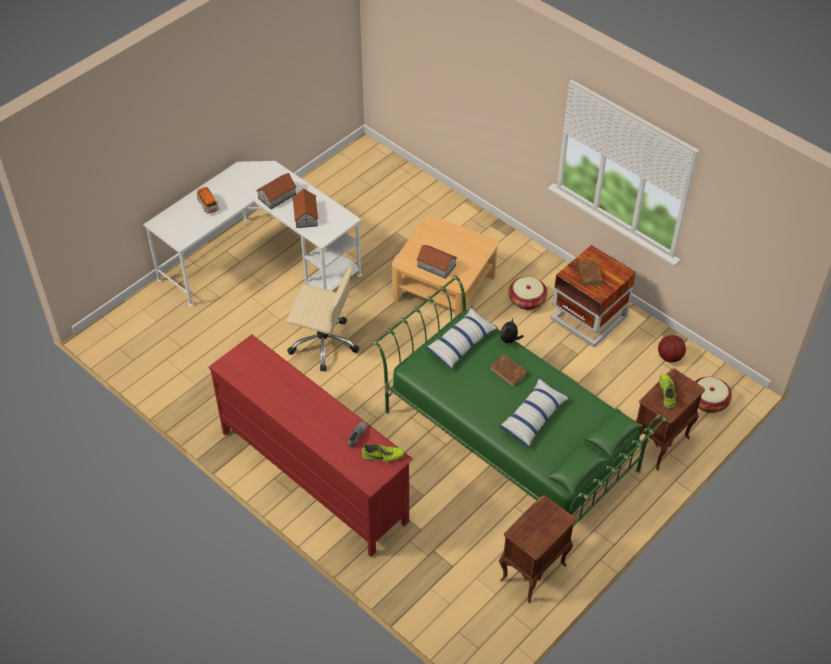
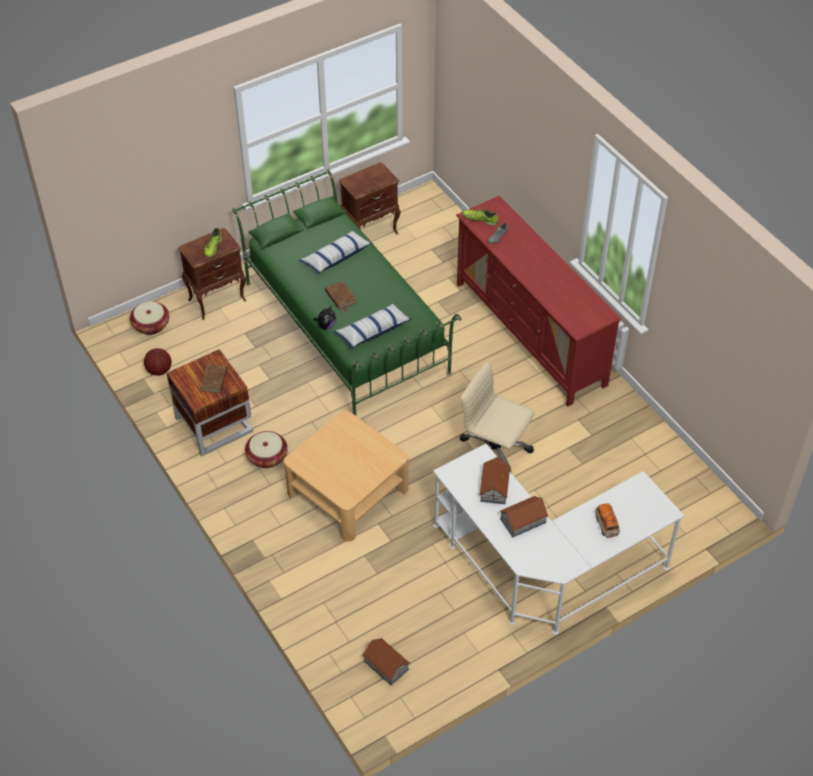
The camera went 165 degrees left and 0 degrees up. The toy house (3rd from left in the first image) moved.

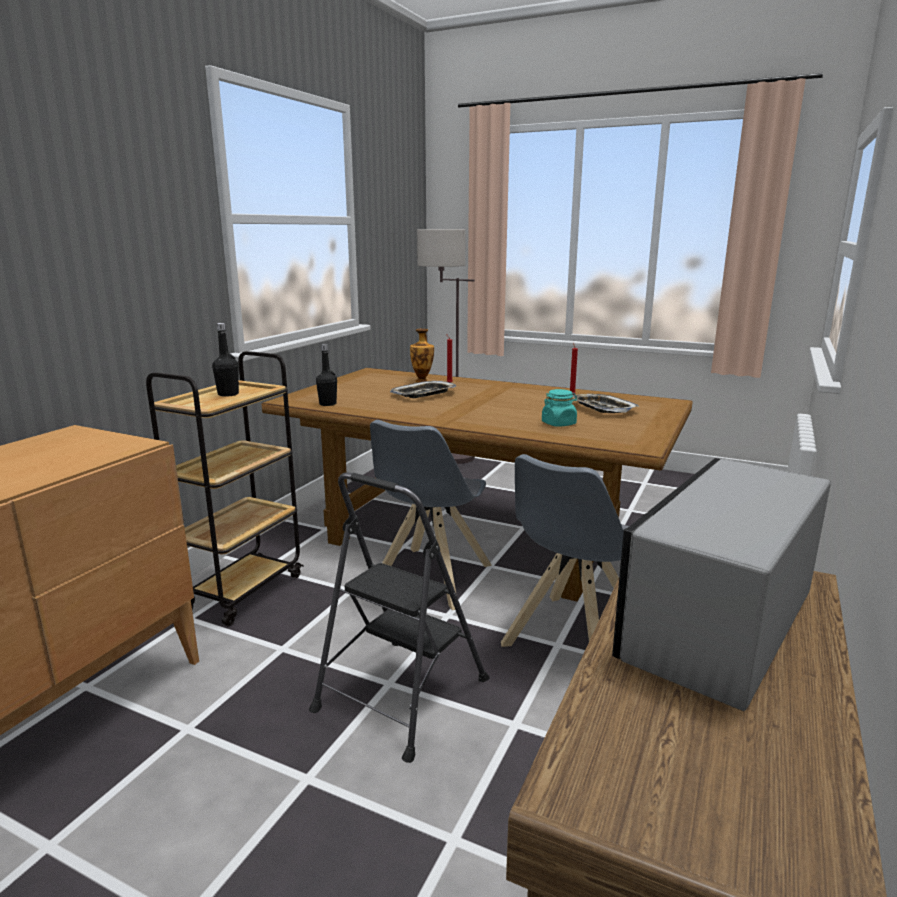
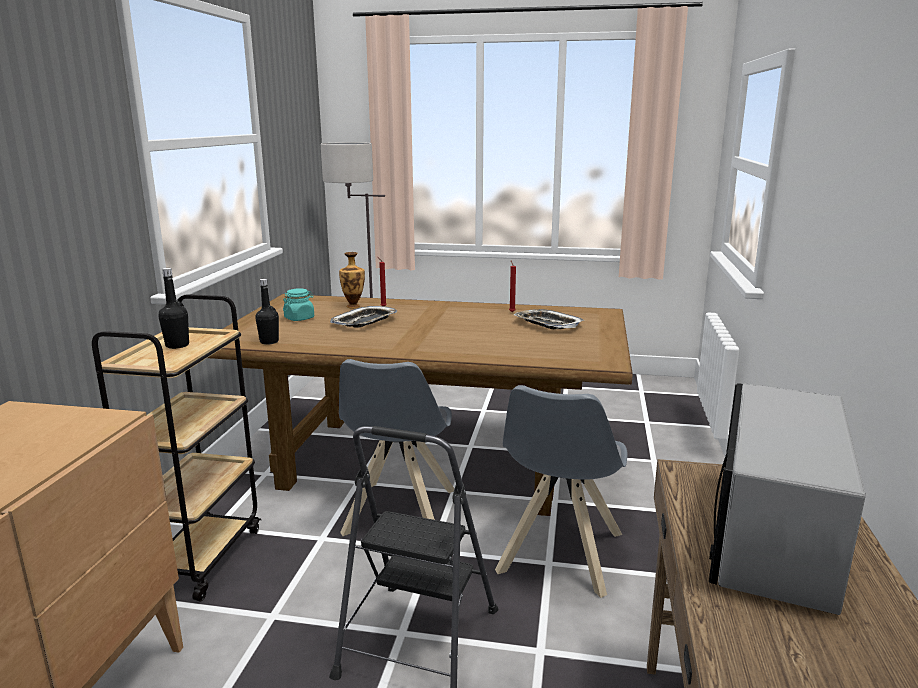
The camera went 15 degrees left and 0 degrees up. The turquoise jar moved.

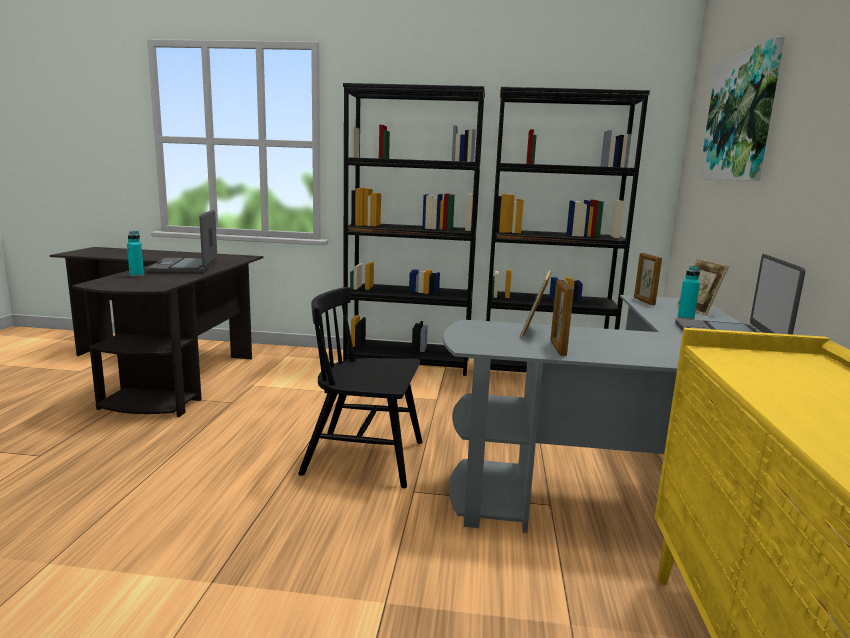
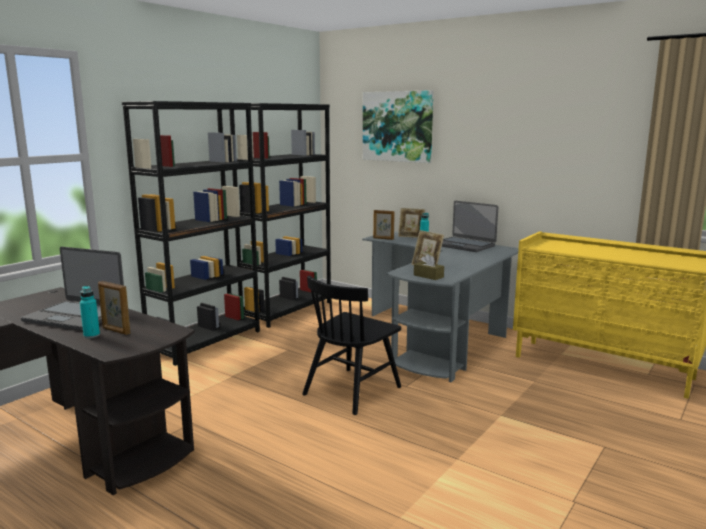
The camera went 60 degrees left and 0 degrees up. The picture frame (2nd from left in the first image) moved. The brown tissue box appeared.

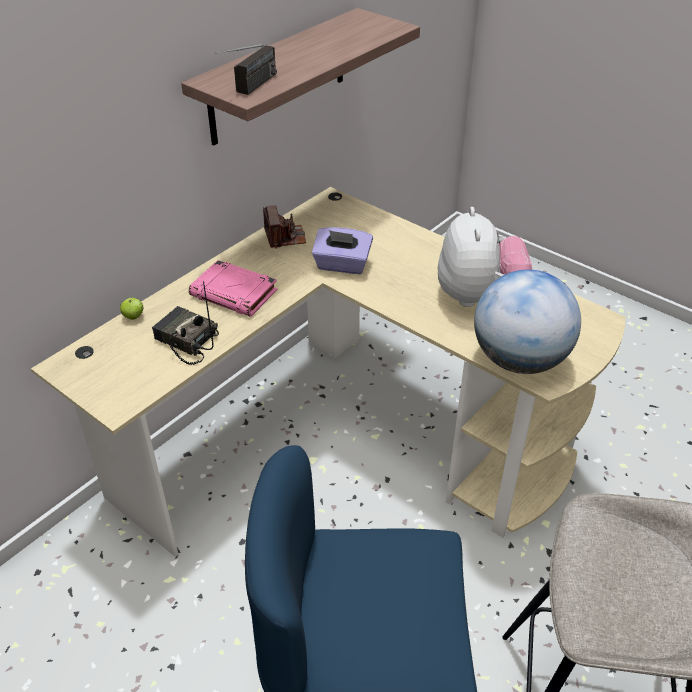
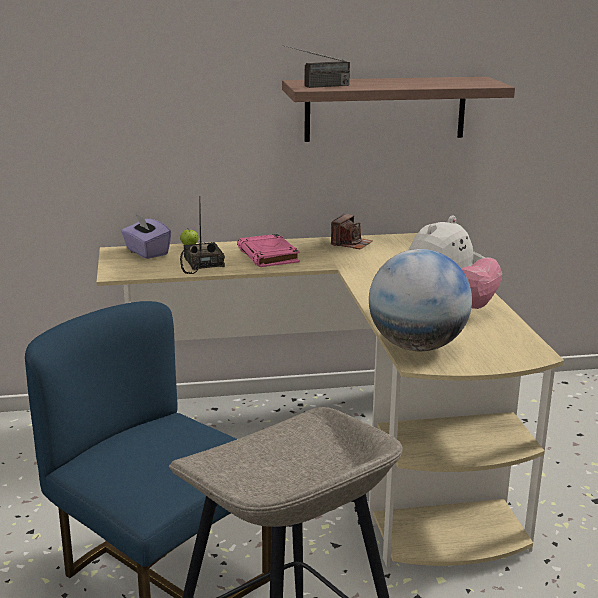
The camera went 40 degrees right and 20 degrees down. The purple tissue box moved.

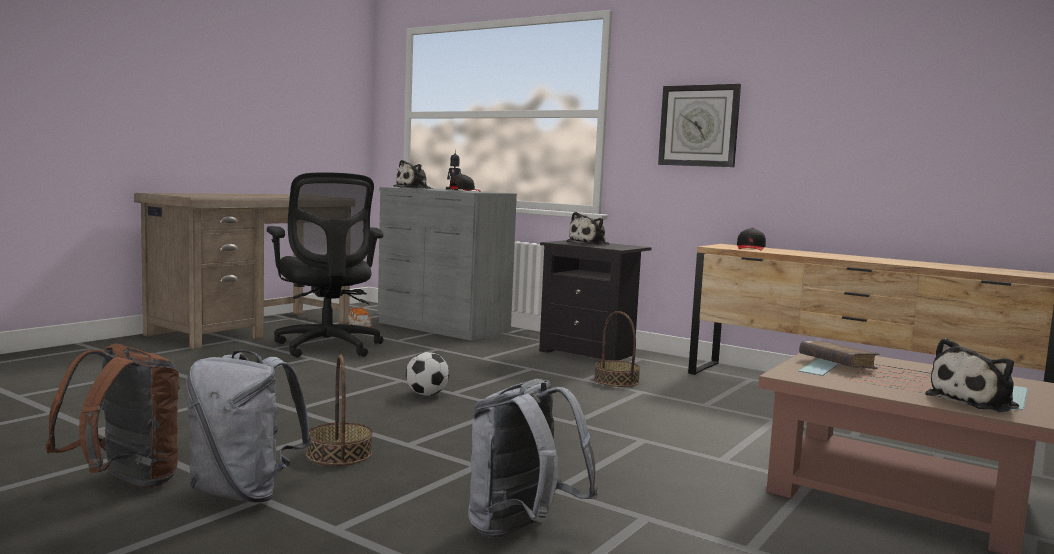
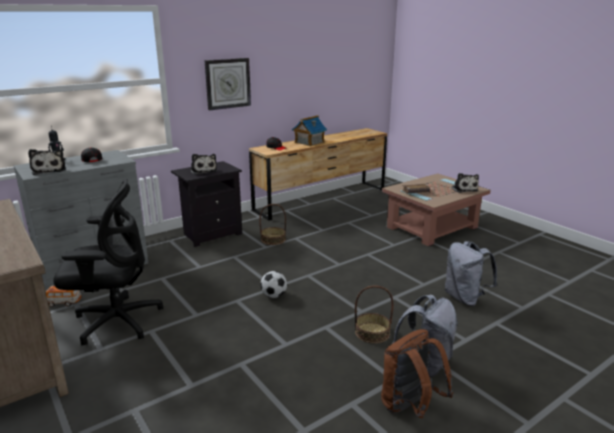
The camera went 70 degrees left and 15 degrees up. The toy house appeared.

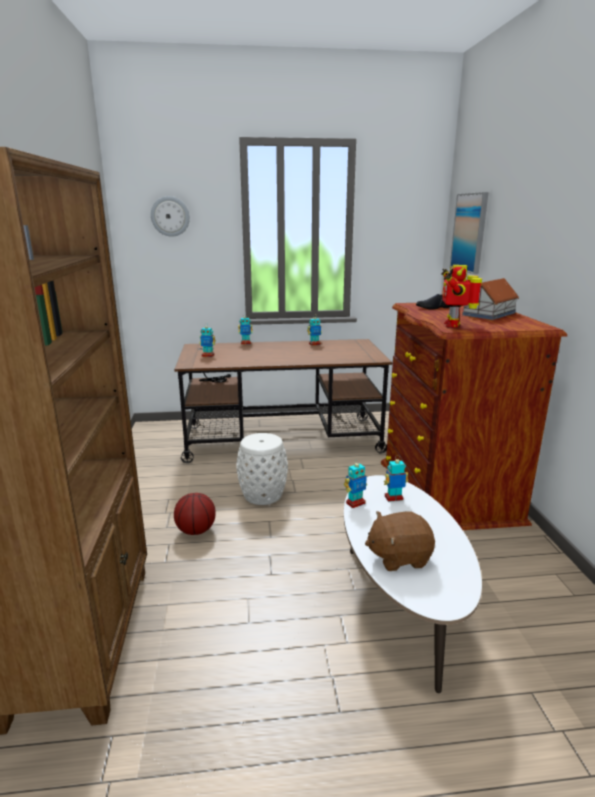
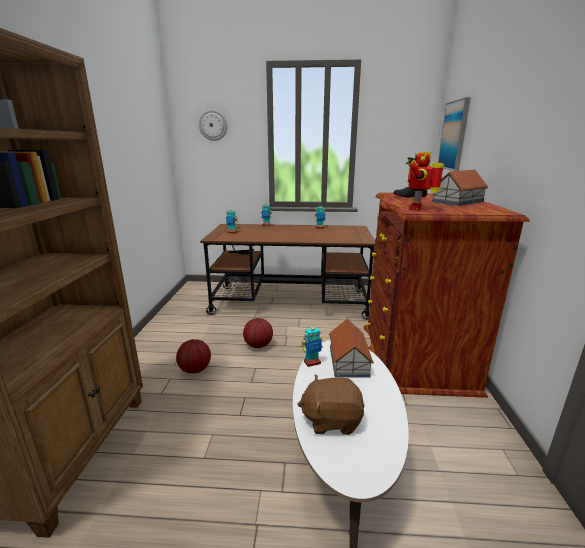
The camera went 10 degrees right and 0 degrees up. The white stool was replaced by the basketball (2nd from left). The toy robot (5th from left) was replaced by the toy house (1st from left).

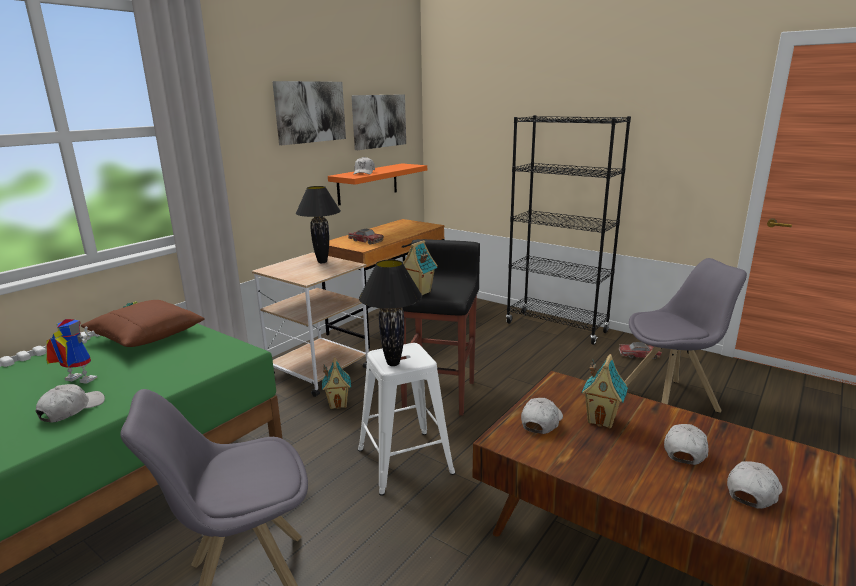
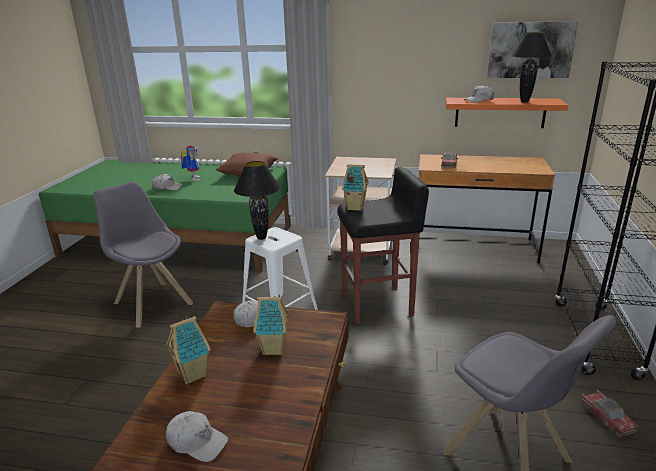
The camera went 65 degrees right and 5 degrees up. The toy house (1st from left) moved. The black table lamp (1st from left in the first image) moved. The picture (1st from left) disappeared. The white cap (4th from left) disappeared.

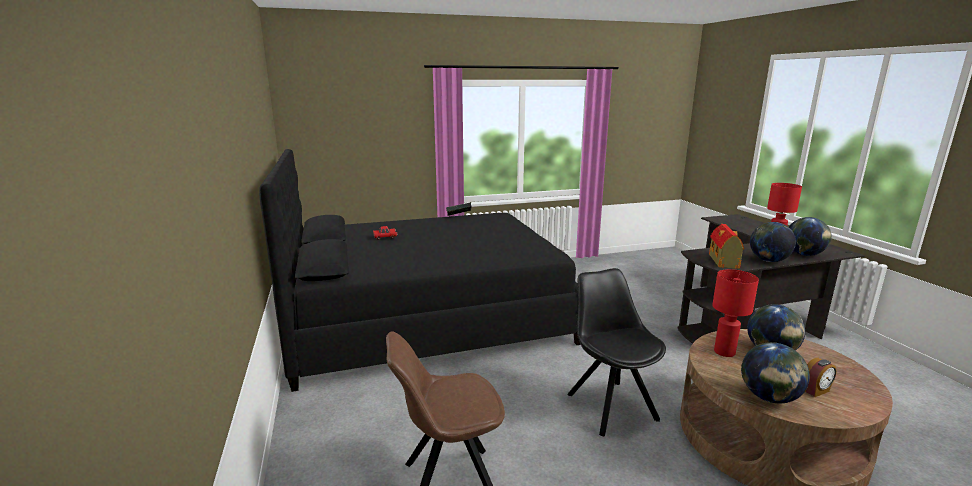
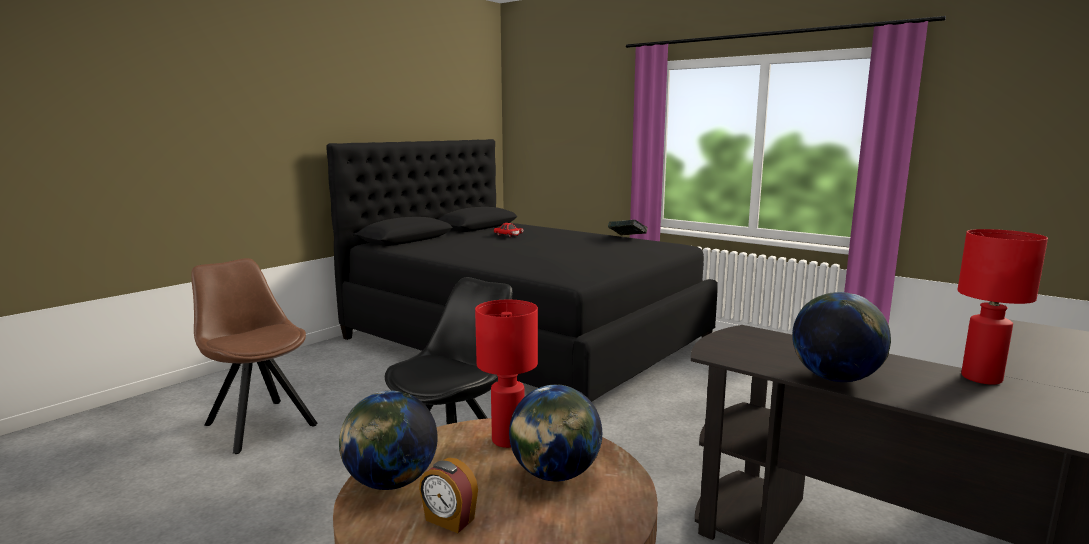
The camera went 55 degrees right and 5 degrees down. The toy house disappeared. The globe (4th from left) disappeared.

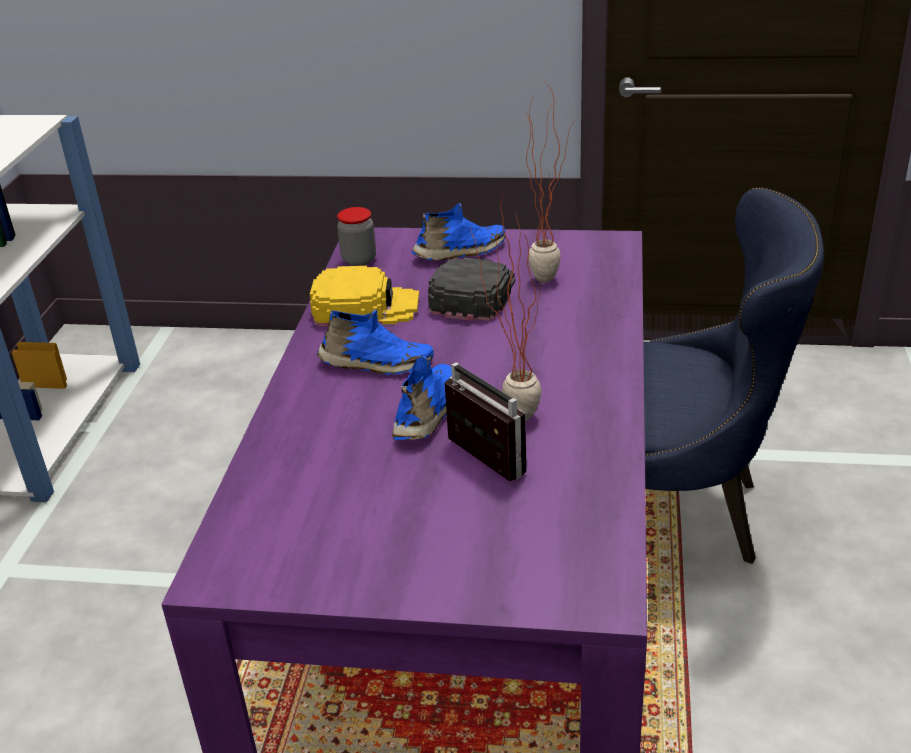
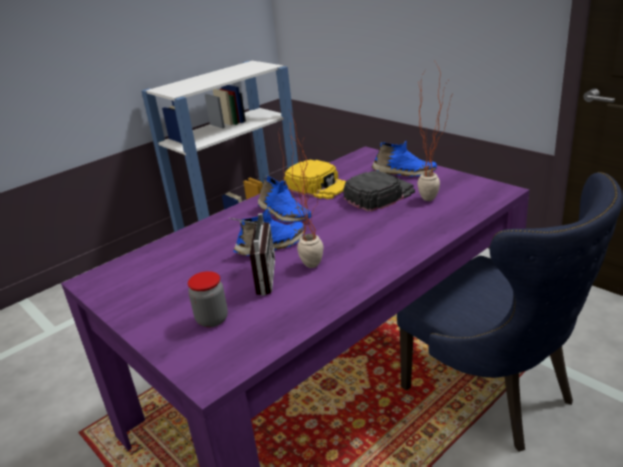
The camera went 40 degrees right and 5 degrees down. The jar moved.

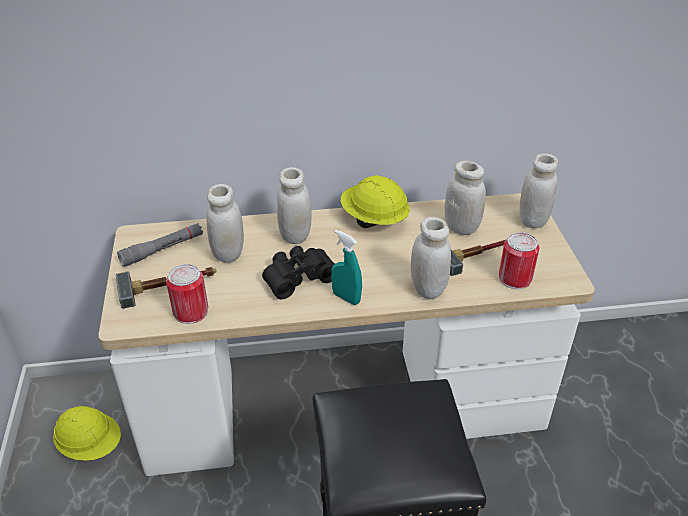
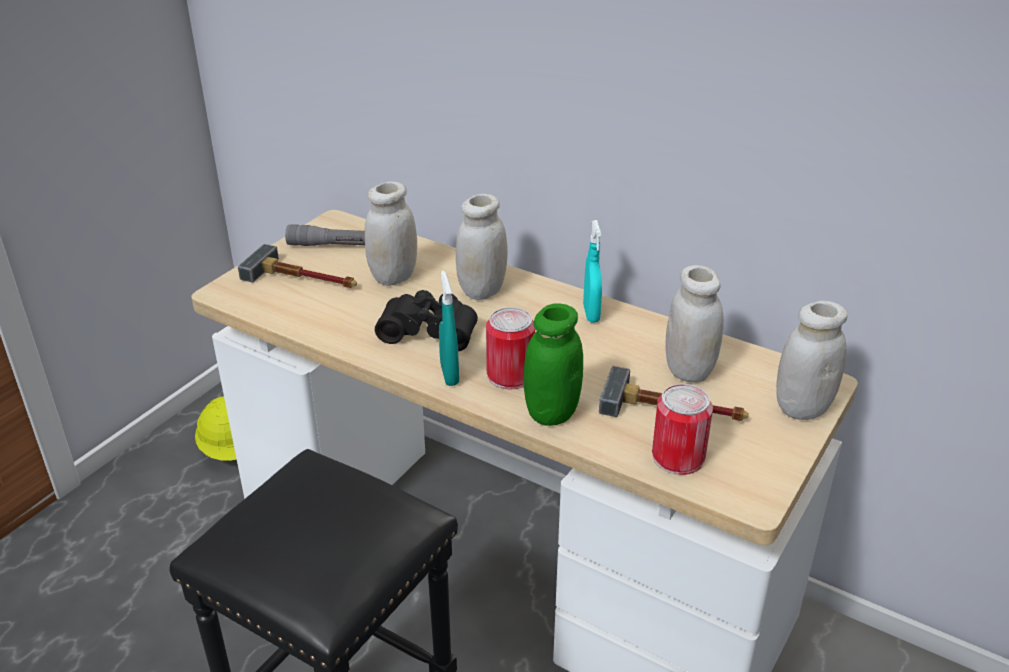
The camera went 40 degrees right and 5 degrees down. The can (1st from left) moved. The white jar (3rd from left) became the green jar. The yellow hard hat (2nd from left) was replaced by the turquoise spray bottle (2nd from left).

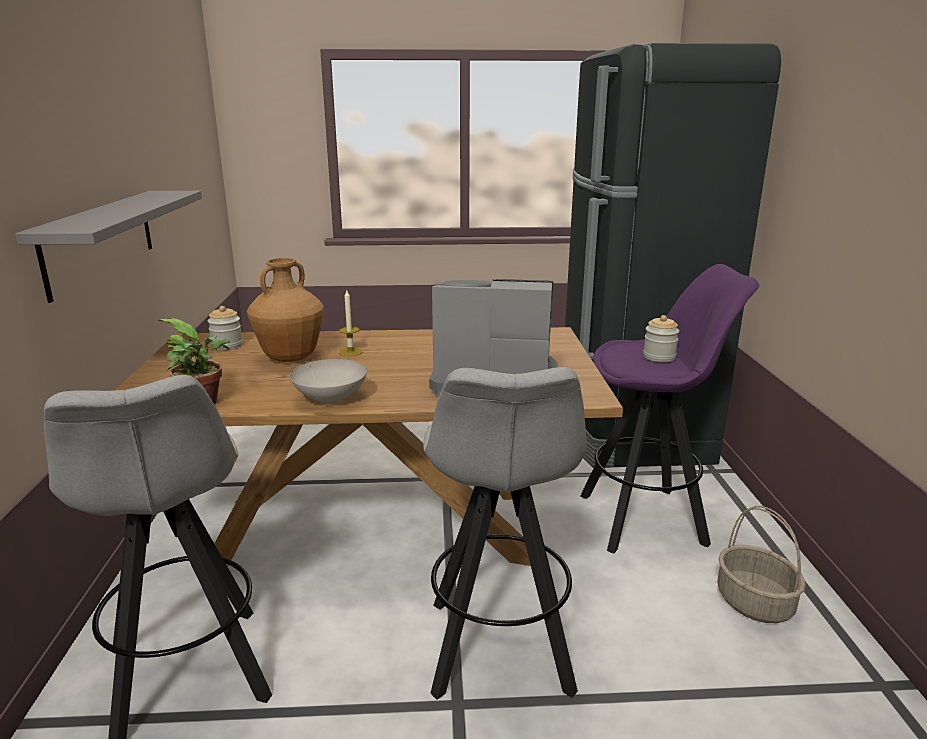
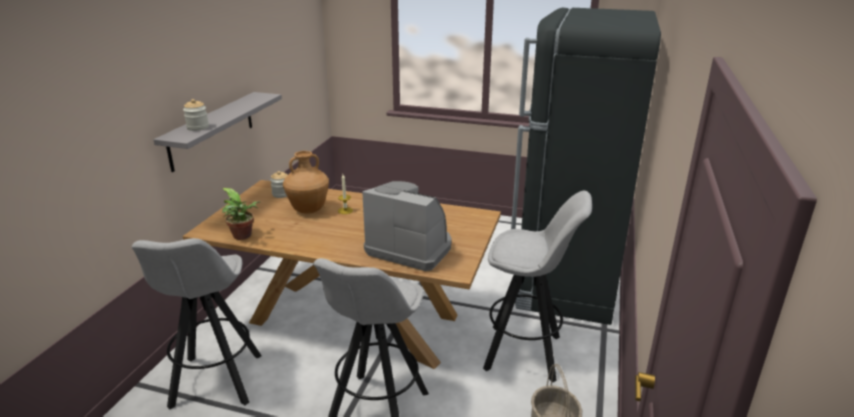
The camera went 20 degrees right and 5 degrees up. The jar (2nd from left in the first image) moved. The purple stool became the grey stool (3rd from left). The white bowl disappeared.

